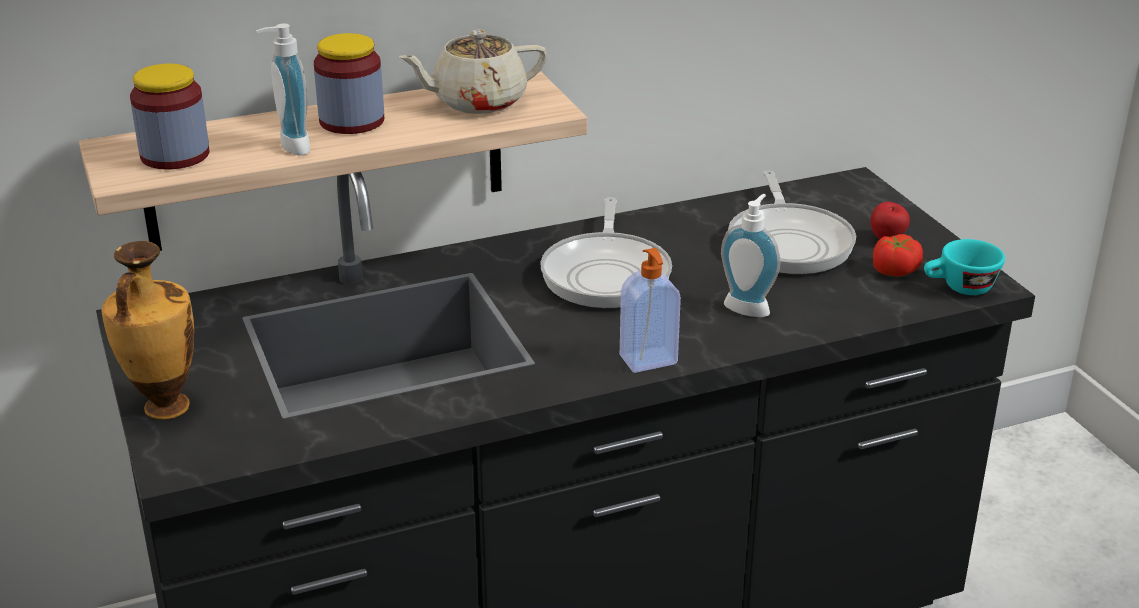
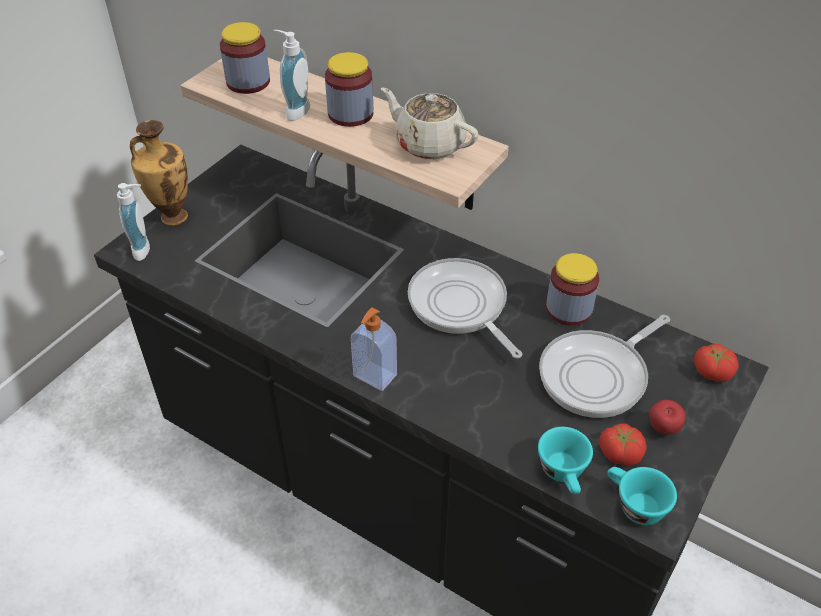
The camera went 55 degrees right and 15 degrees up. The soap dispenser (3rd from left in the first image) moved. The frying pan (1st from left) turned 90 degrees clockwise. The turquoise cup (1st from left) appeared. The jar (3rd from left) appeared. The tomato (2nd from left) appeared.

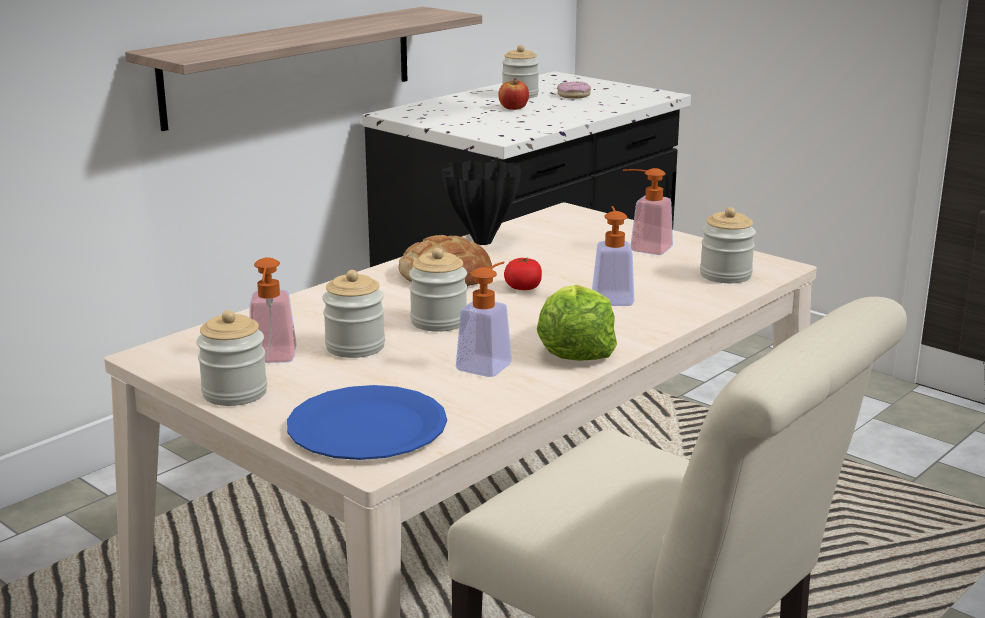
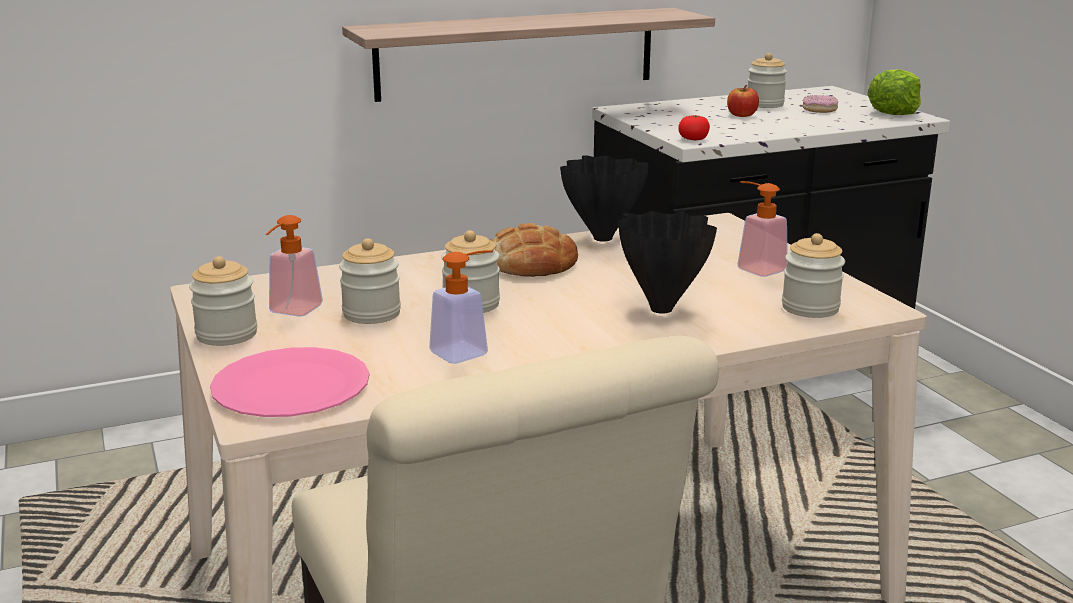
The camera went 25 degrees right and 0 degrees up. The blue plate became the pink plate. The soap dispenser (3rd from left) was replaced by the black vase (2nd from left). The tomato moved. The lettuce moved.

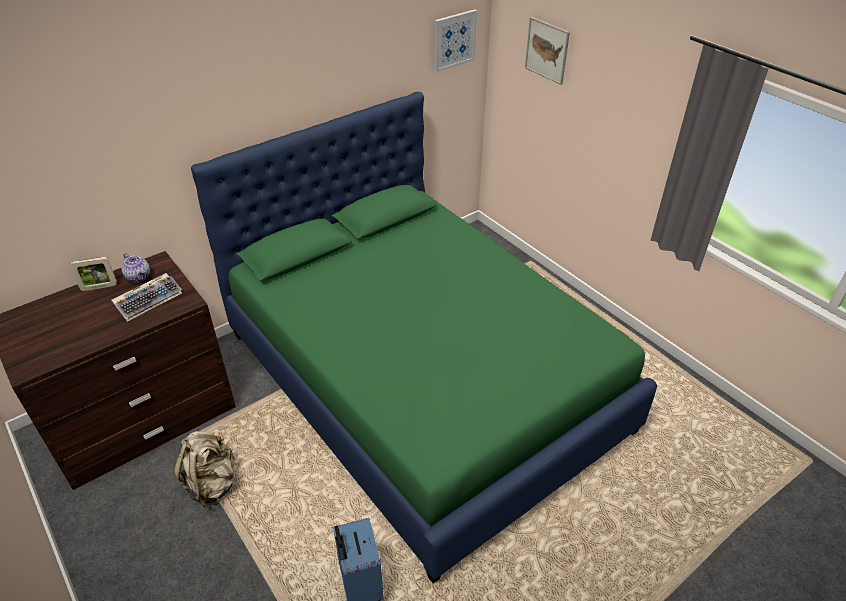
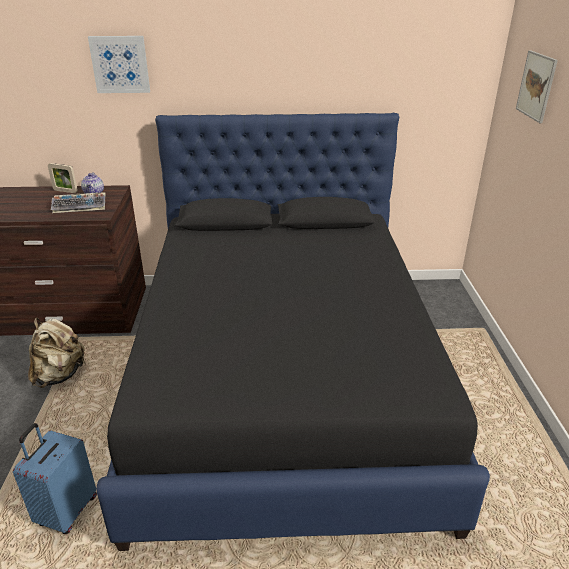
The camera went 35 degrees right and 10 degrees down. The picture (1st from left) moved. The green bed became the black bed.

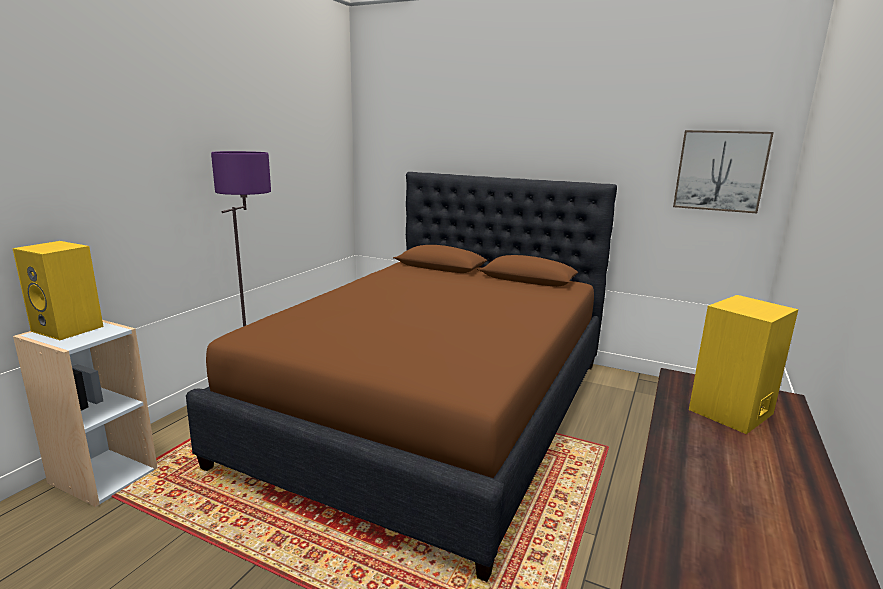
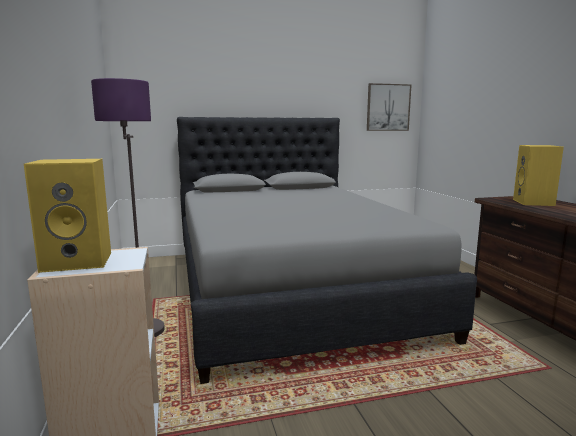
The camera went 40 degrees left and 5 degrees down. The brown bed became the grey bed.

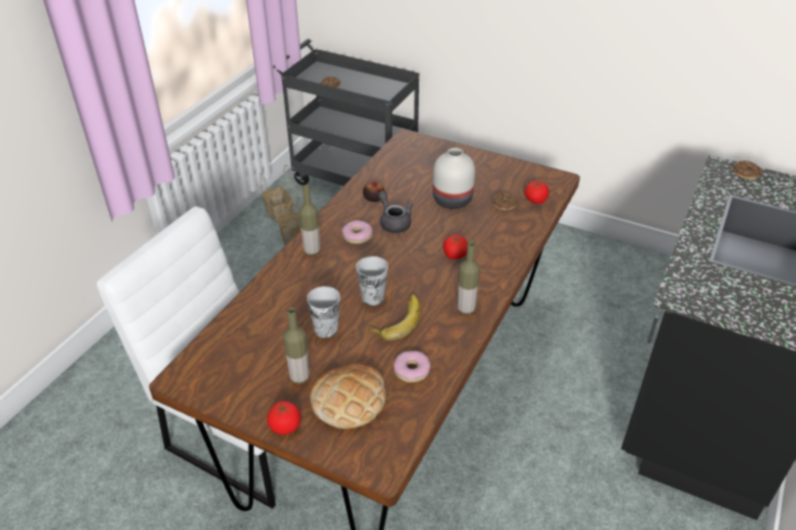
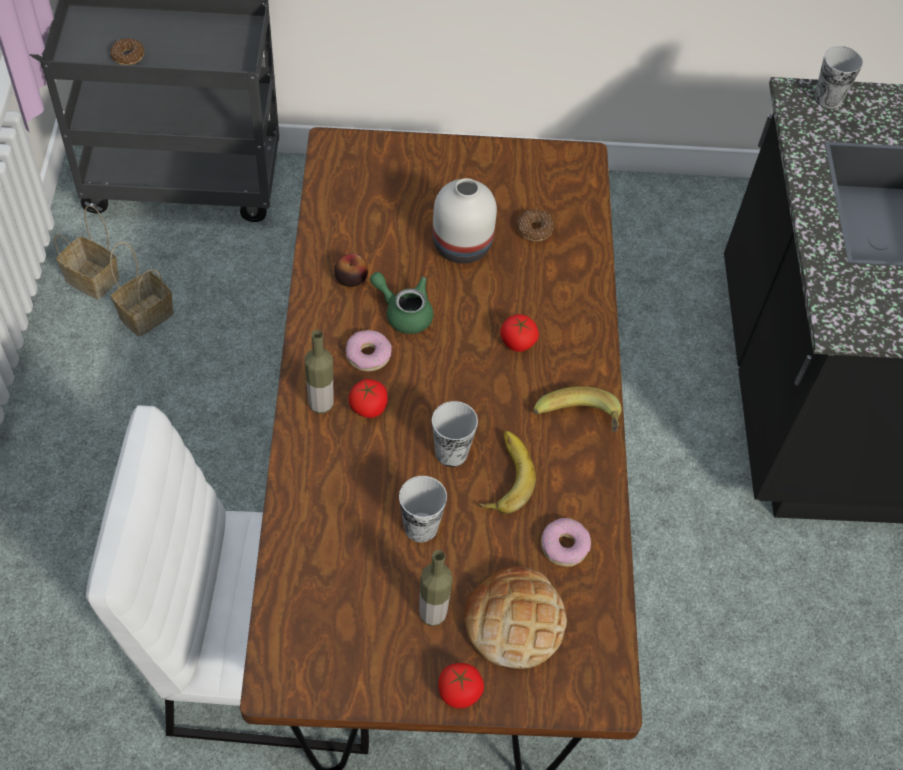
The camera went 30 degrees left and 15 degrees up. The tomato (3rd from left in the first image) moved. The grey teapot became the green teapot. The bottle (3rd from left) was replaced by the banana (2nd from left). The donut (5th from left) was replaced by the cup (3rd from left).

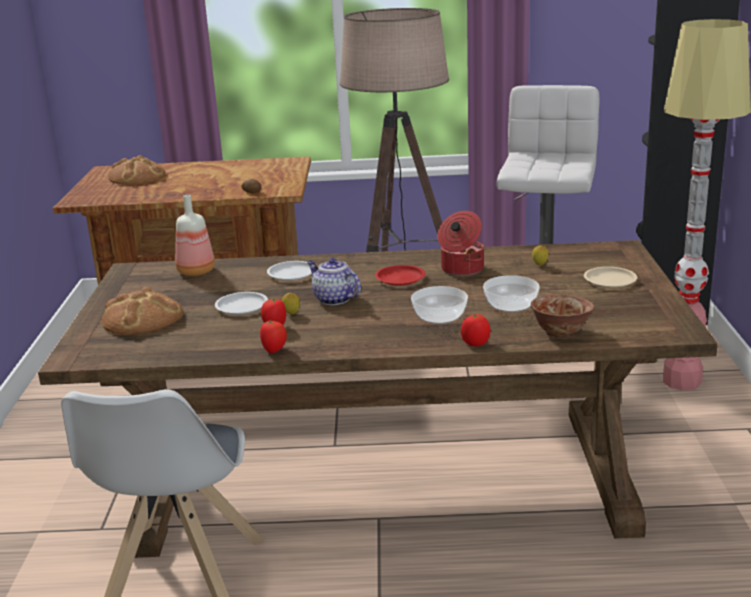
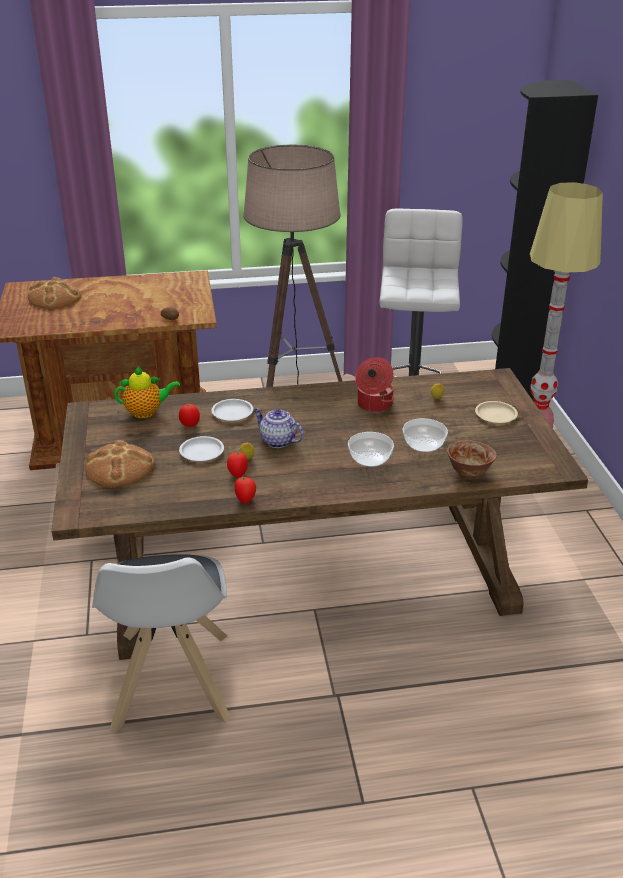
The camera went 10 degrees left and 10 degrees up. The bottle was replaced by the teapot (1st from left). The tomato (3rd from left in the first image) moved. The red plate disappeared.

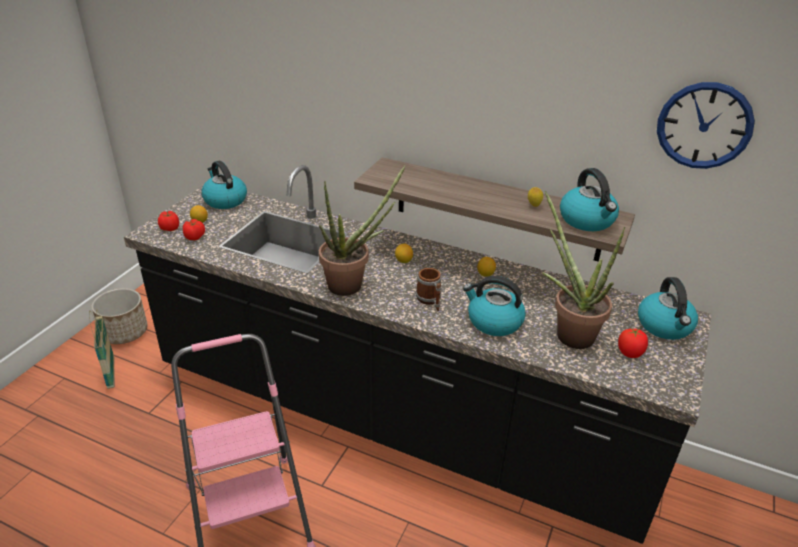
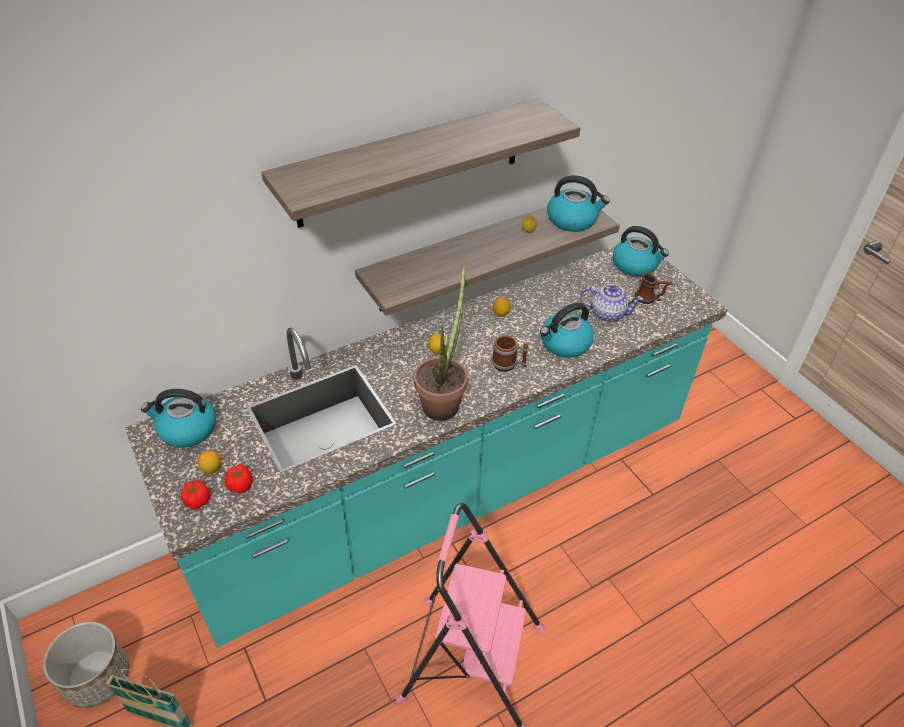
The camera went 55 degrees left and 10 degrees up. The black counter became the turquoise counter. The shelf (1st from left) appeared. The potted plant (2nd from left) was replaced by the teapot. The tomato (3rd from left) was replaced by the mug (2nd from left). The wall clock disappeared.

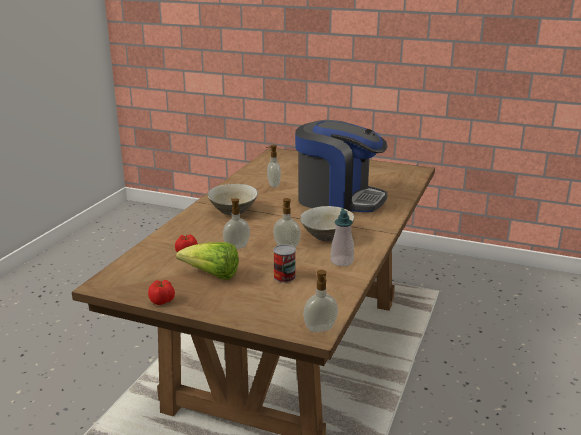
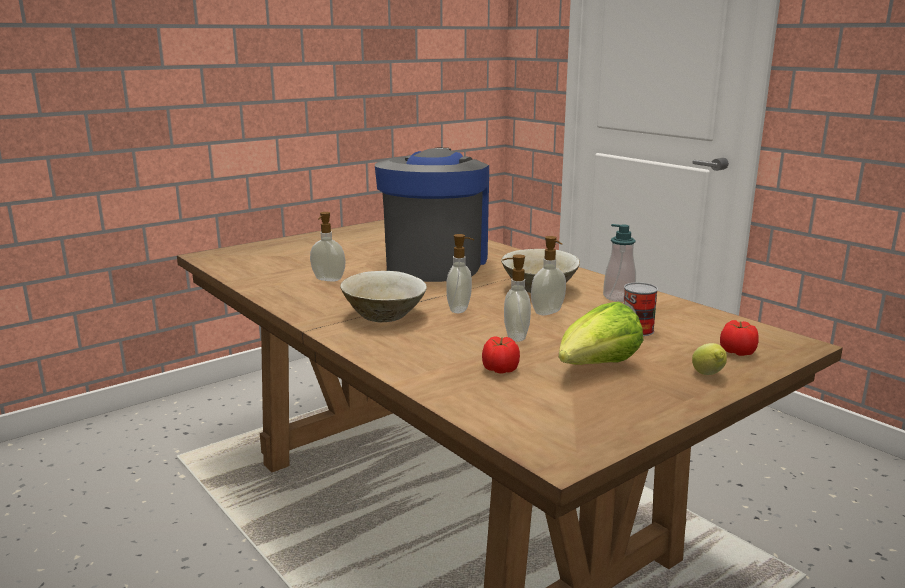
The camera went 60 degrees left and 5 degrees down. The coffee machine turned 45 degrees counterclockwise. The soap dispenser (4th from left in the first image) moved. The lemon appeared. The tomato (1st from left in the first image) moved.

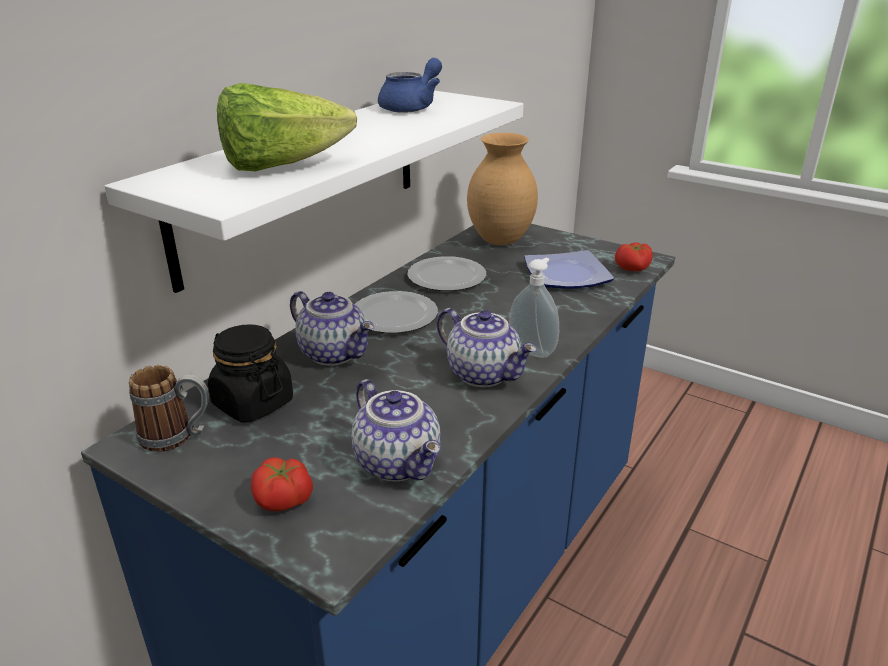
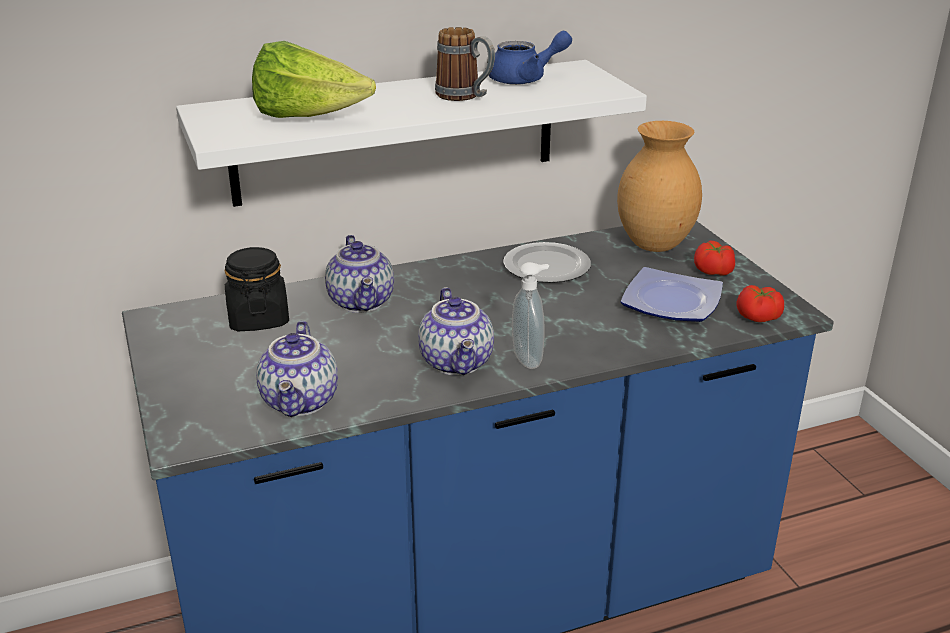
The camera went 35 degrees right and 0 degrees up. The mug moved. The tomato (1st from left) moved. The plate (1st from left) disappeared.

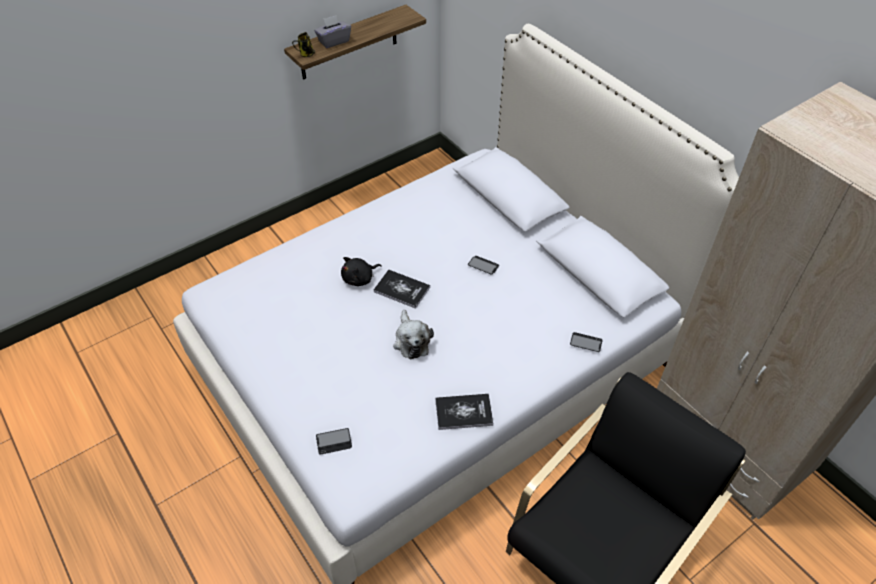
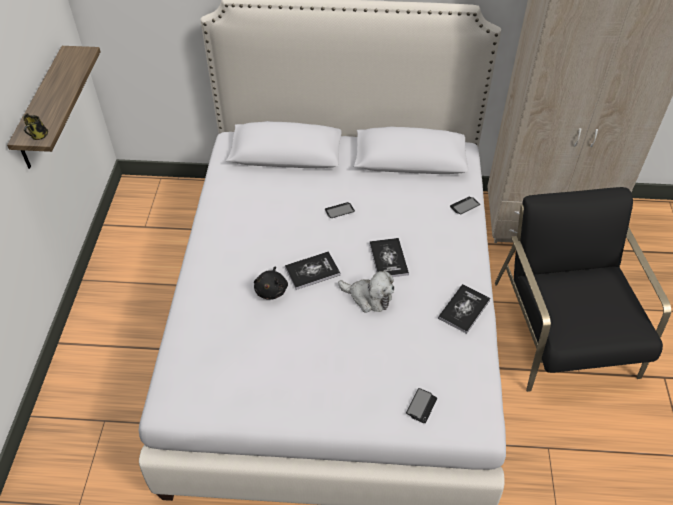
The camera went 50 degrees left and 0 degrees up. The book (2nd from left) appeared. The grey tissue box disappeared.

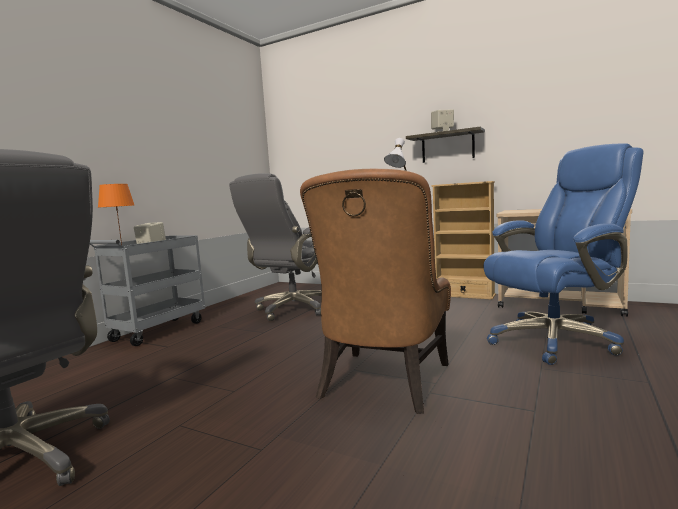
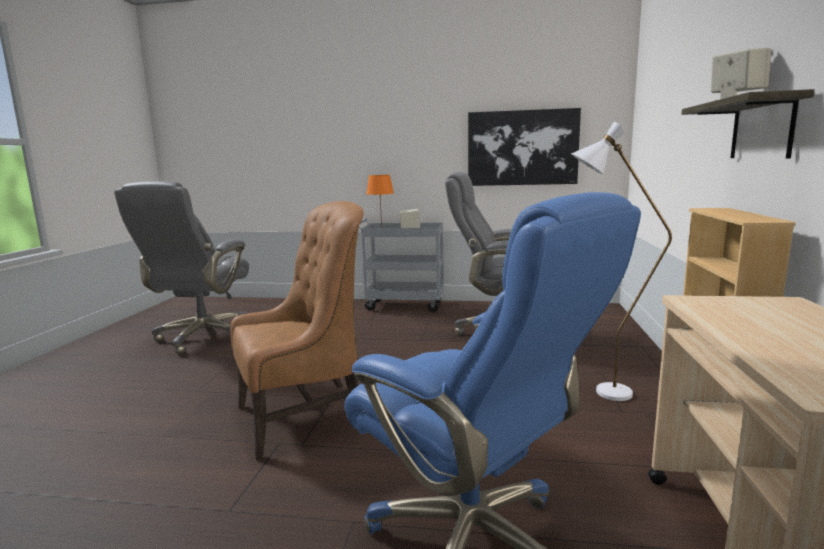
The camera went 70 degrees right and 5 degrees up. The brown chair turned 150 degrees clockwise. The picture appeared.

